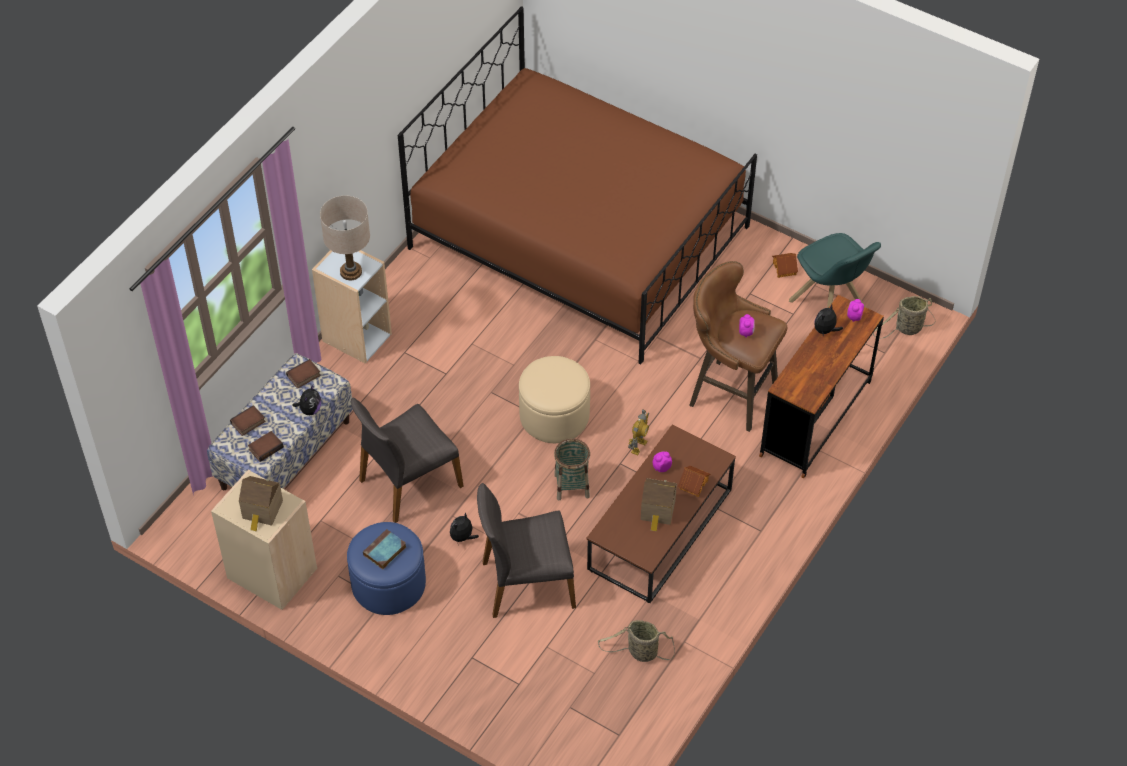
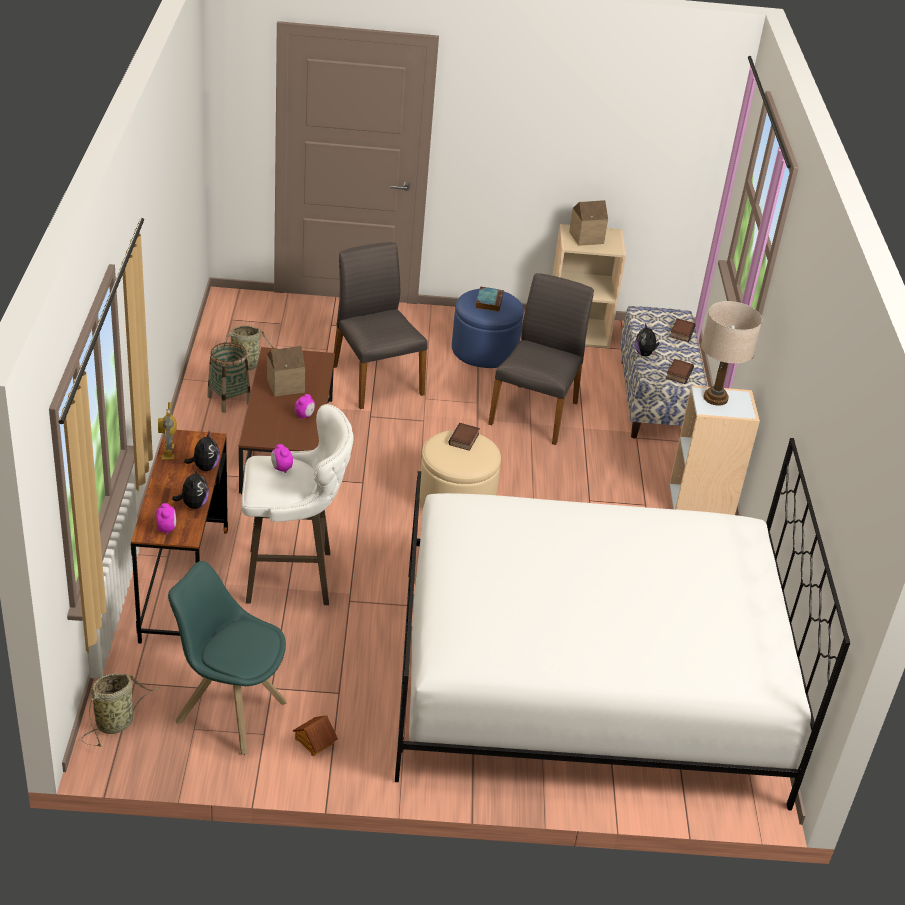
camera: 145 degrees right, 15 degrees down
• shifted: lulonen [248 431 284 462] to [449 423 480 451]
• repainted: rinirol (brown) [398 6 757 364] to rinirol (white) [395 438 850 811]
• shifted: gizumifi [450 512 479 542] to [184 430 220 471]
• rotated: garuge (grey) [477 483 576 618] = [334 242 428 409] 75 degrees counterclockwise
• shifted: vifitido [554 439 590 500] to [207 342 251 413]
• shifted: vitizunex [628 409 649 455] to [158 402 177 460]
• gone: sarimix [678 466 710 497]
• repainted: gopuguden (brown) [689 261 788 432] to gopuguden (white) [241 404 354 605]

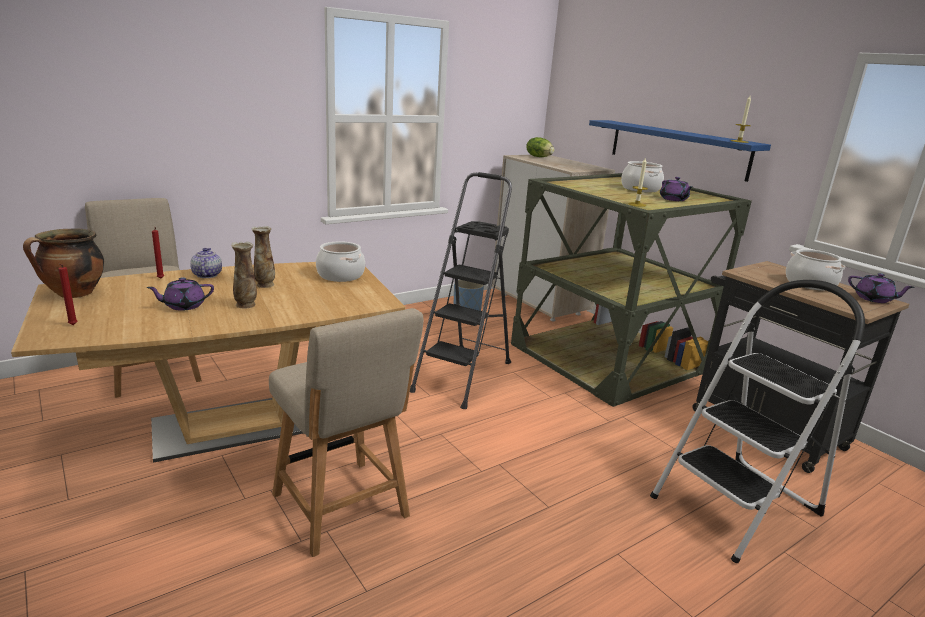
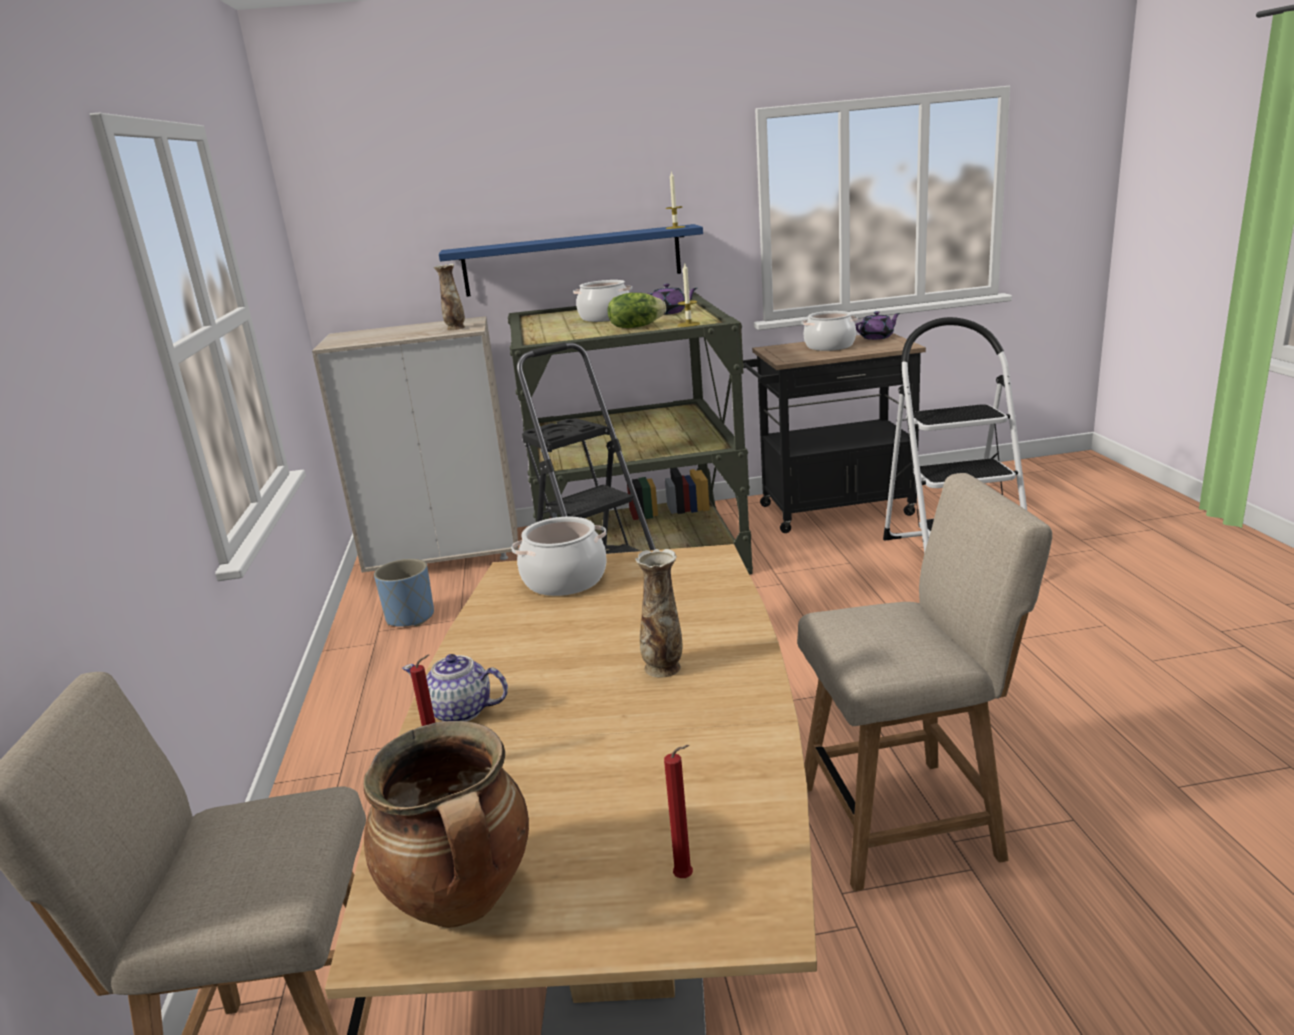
camera: 60 degrees left, 0 degrees up
• gone: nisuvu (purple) [146 277 214 311]
• shifted: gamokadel [251 226 275 288] to [434 264 465 330]
• shifted: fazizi [526 137 554 157] to [608 293 666 328]

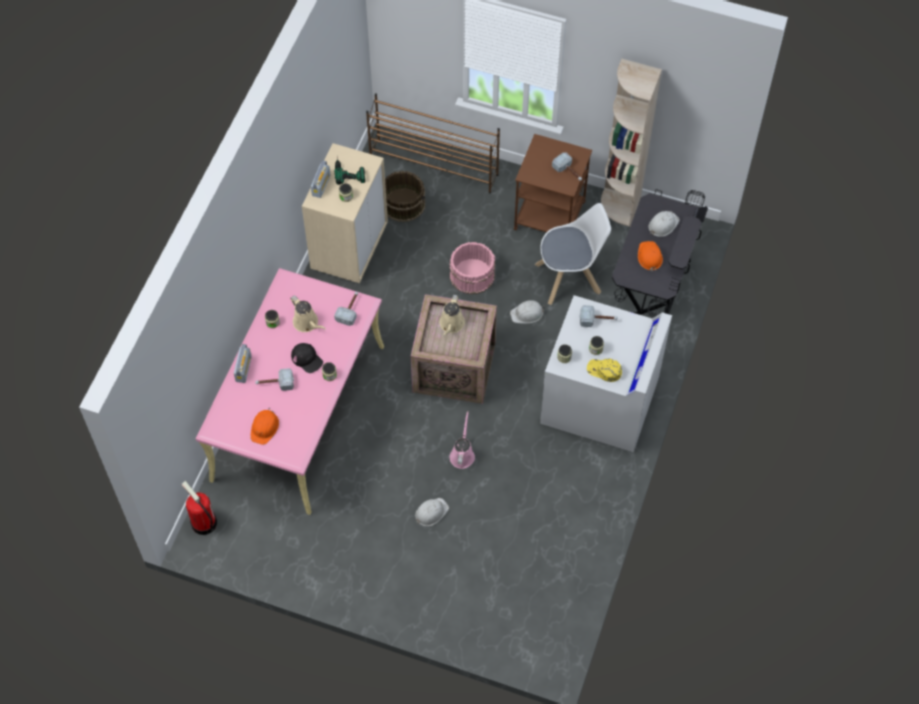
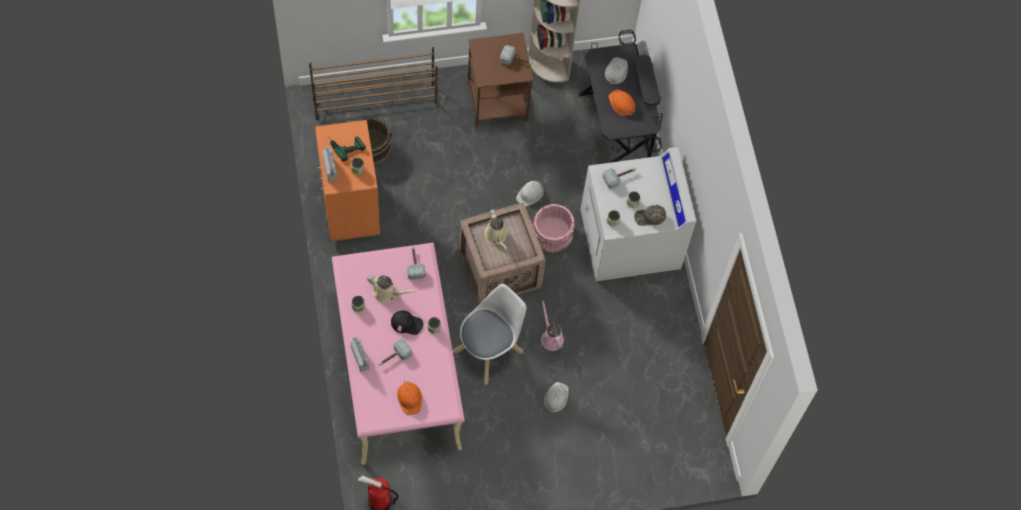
camera: 35 degrees left, 5 degrees up
• repainted: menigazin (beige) [302 143 388 283] to menigazin (orange) [315 120 380 241]
• shifted: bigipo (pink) [449 242 495 294] to [532 204 575 253]
• shifted: garuge [535 203 611 305] to [453 284 526 385]
• repainted: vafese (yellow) [587 359 622 382] to vafese (green) [634 205 666 226]

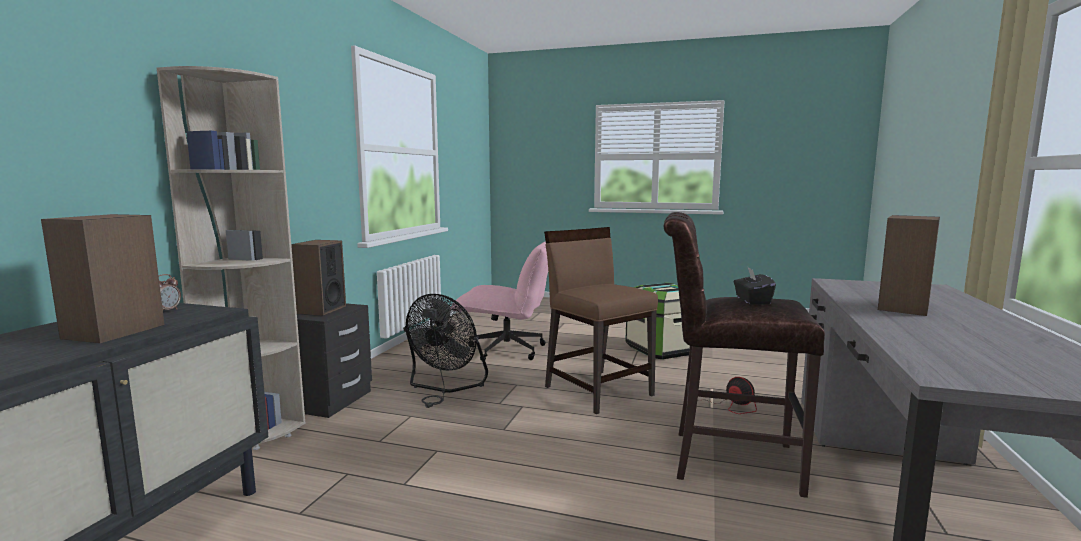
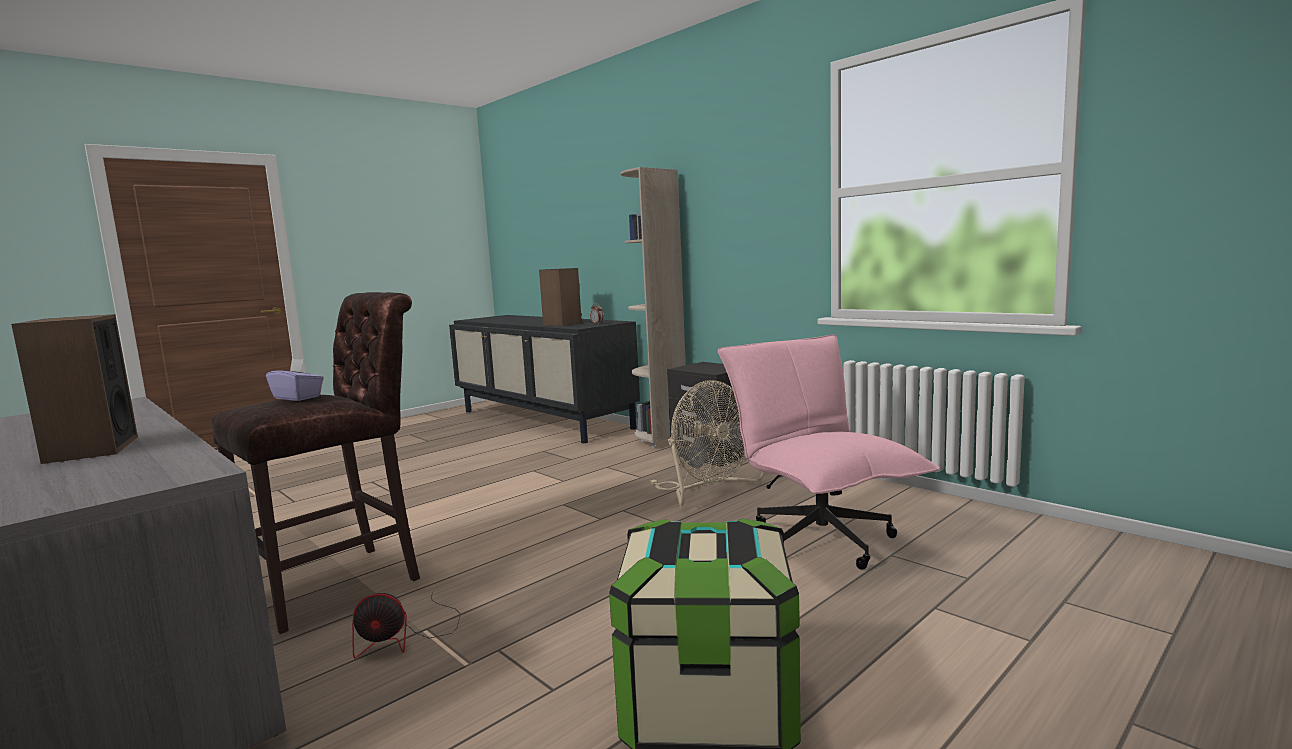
camera: 120 degrees right, 0 degrees up
• gone: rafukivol [291 240 346 316]
• repainted: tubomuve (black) [403 294 488 408] to tubomuve (beige) [651 380 765 509]
• rotated: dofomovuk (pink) [450 242 548 361] = [718 335 940 570] 120 degrees clockwise
• gone: garuge (brown) [544 227 658 414]
• repainted: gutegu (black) [734 268 776 305] to gutegu (purple) [266 359 324 401]

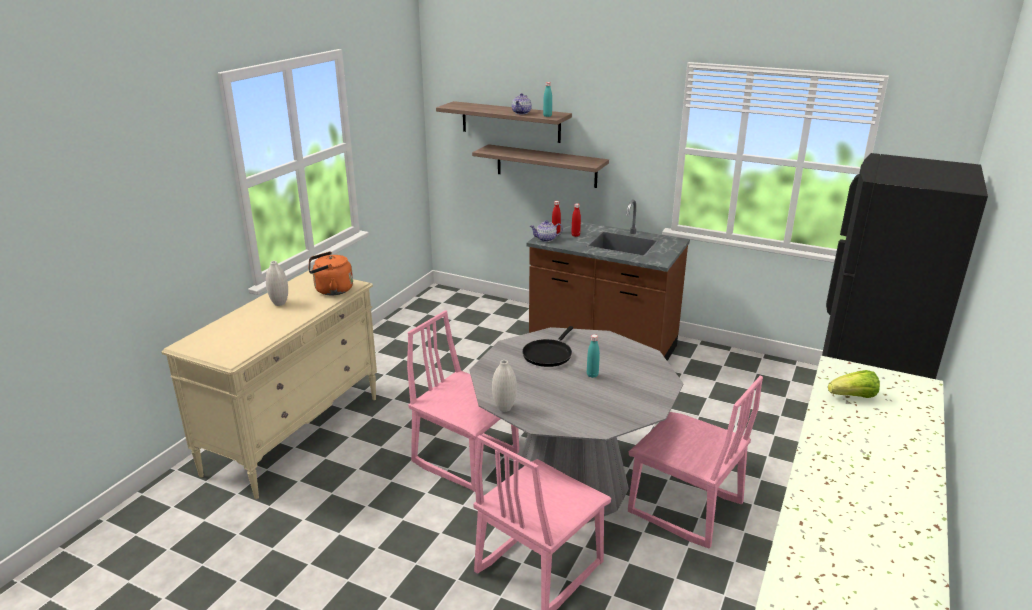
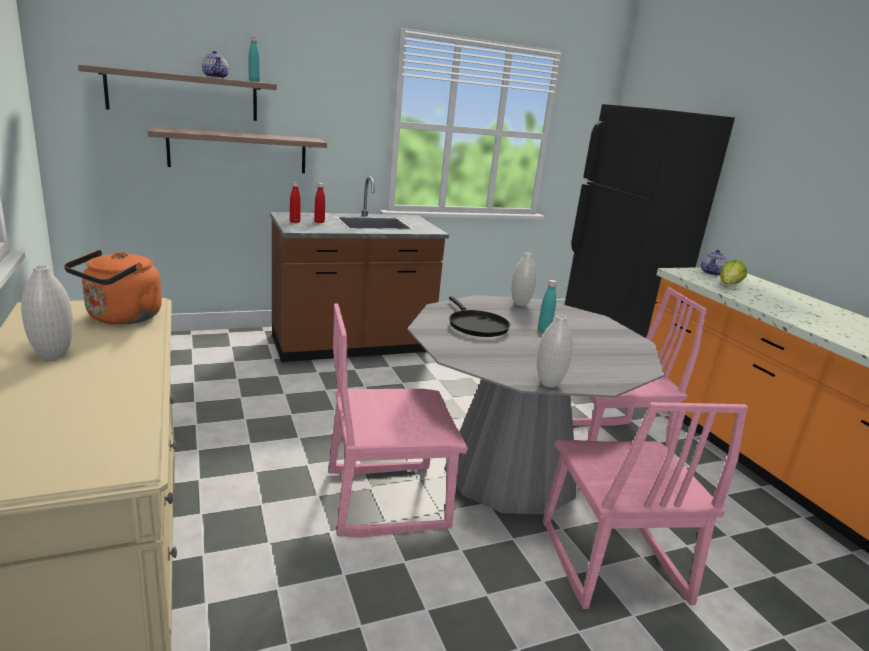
camera: 50 degrees left, 5 degrees down
• shifted: nisuvu [530 220 563 242] to [701 250 728 276]
• new: gamokadel (white) [512 252 537 306]

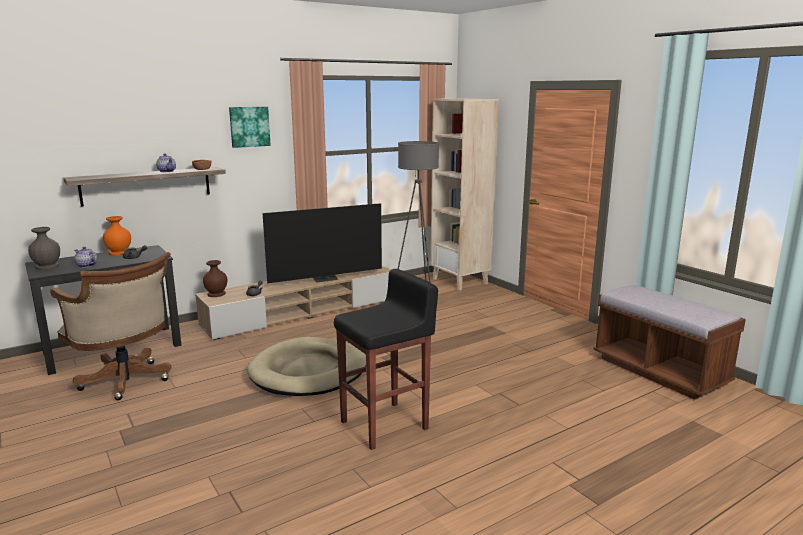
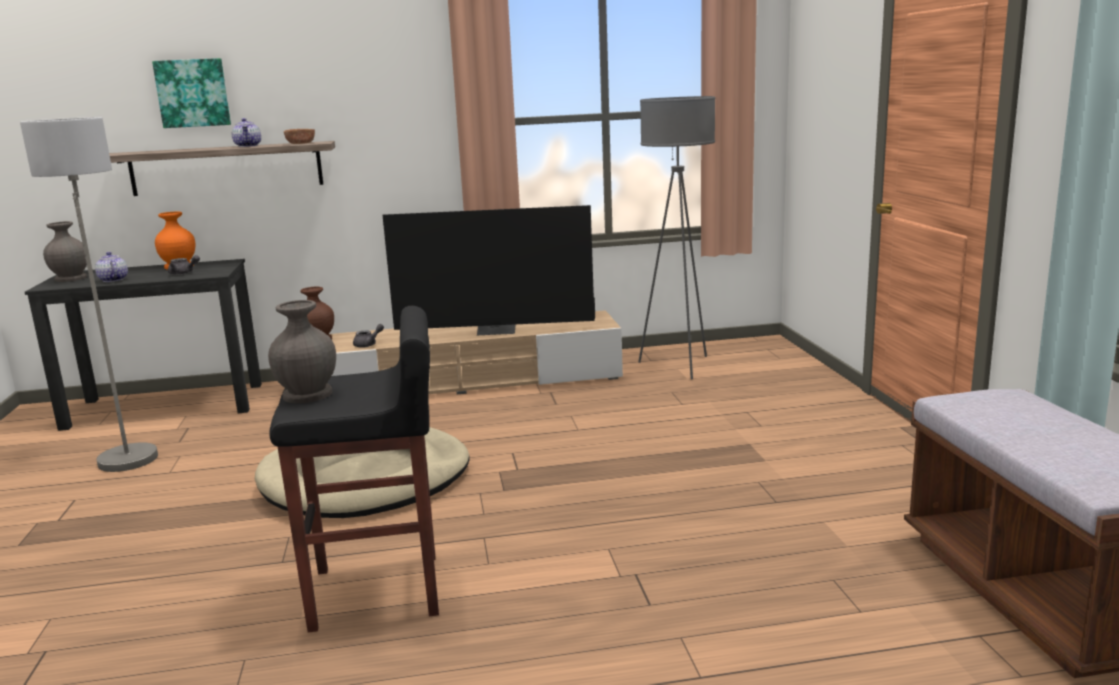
camera: 25 degrees right, 0 degrees up
• swapped: dofomovuk [50 252 171 400] to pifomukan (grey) [20 117 158 472]
• shifted: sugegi [229 107 271 148] to [152 58 231 128]
• gone: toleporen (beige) [431 98 499 290]
• new: gamokadel (grey) [268 300 336 403]

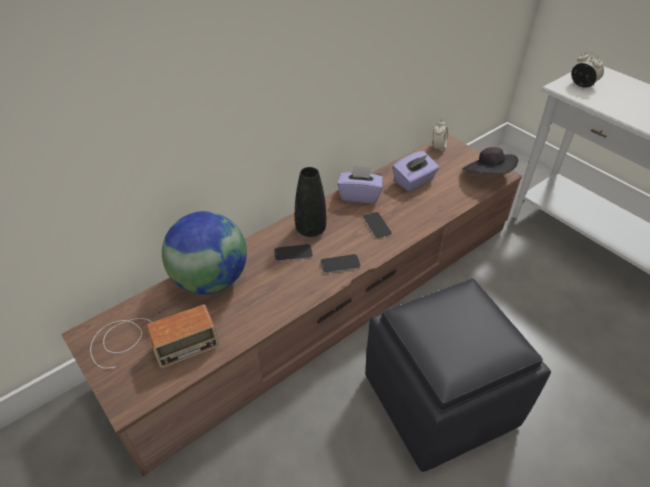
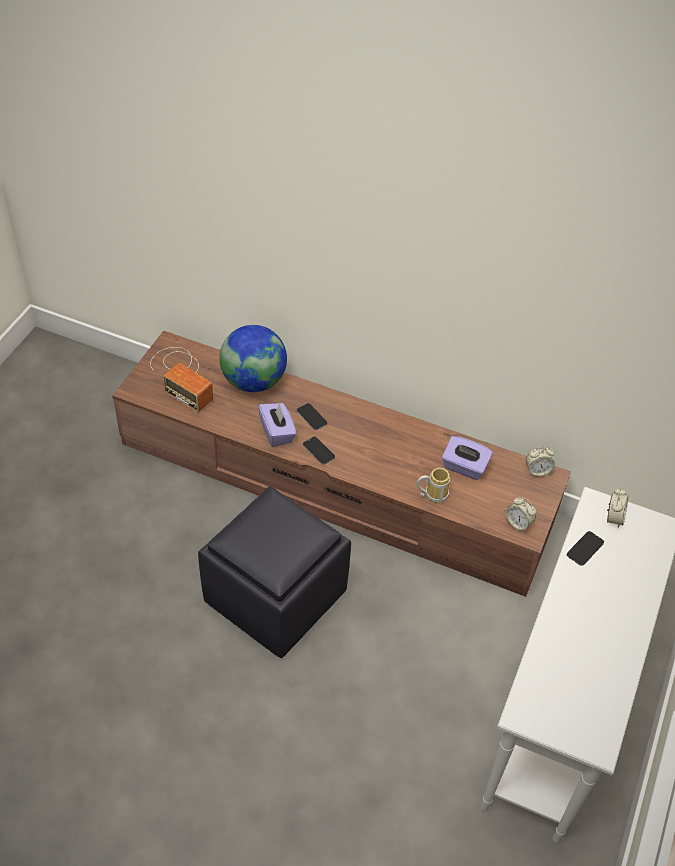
camera: 60 degrees right, 5 degrees up
• gone: gamokadel (black) [295 167 326 237]
• shifted: gutegu (purple) [338 165 383 203] to [258 403 296 447]
• shifted: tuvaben [363 212 392 238] to [567 531 604 566]
• swapped: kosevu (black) [462 147 518 174] to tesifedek [506 497 536 532]
• new: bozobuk [417 468 450 503]

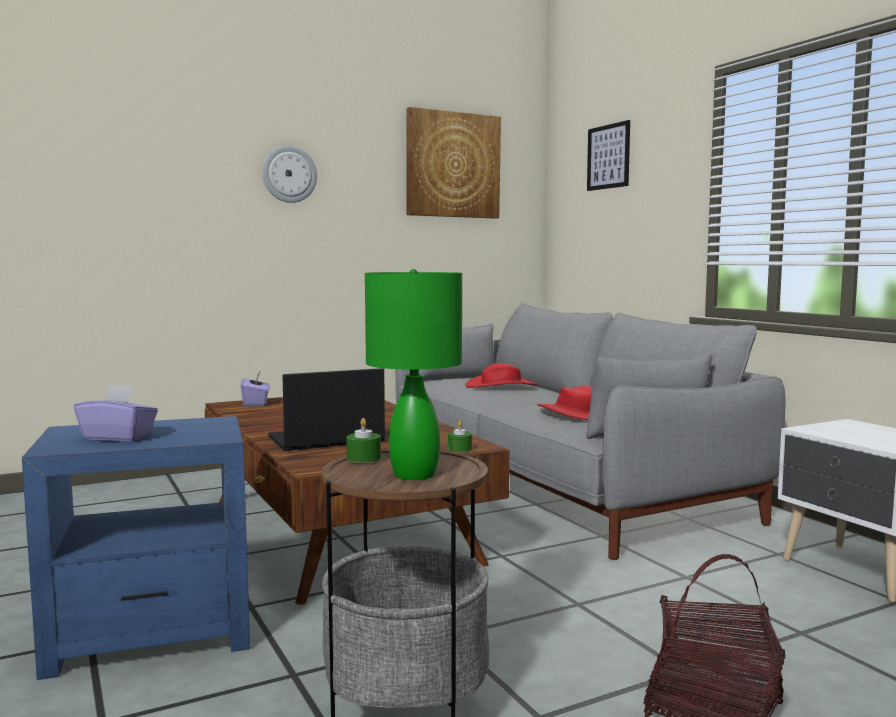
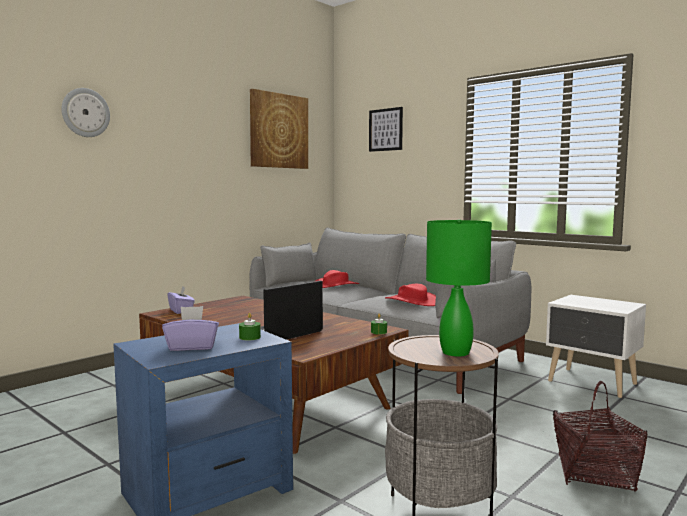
camera: 20 degrees left, 0 degrees up
• shifted: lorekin [262 145 317 203] to [61 88 110 137]
• shifted: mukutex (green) [346 418 381 463] to [239 313 261 340]

